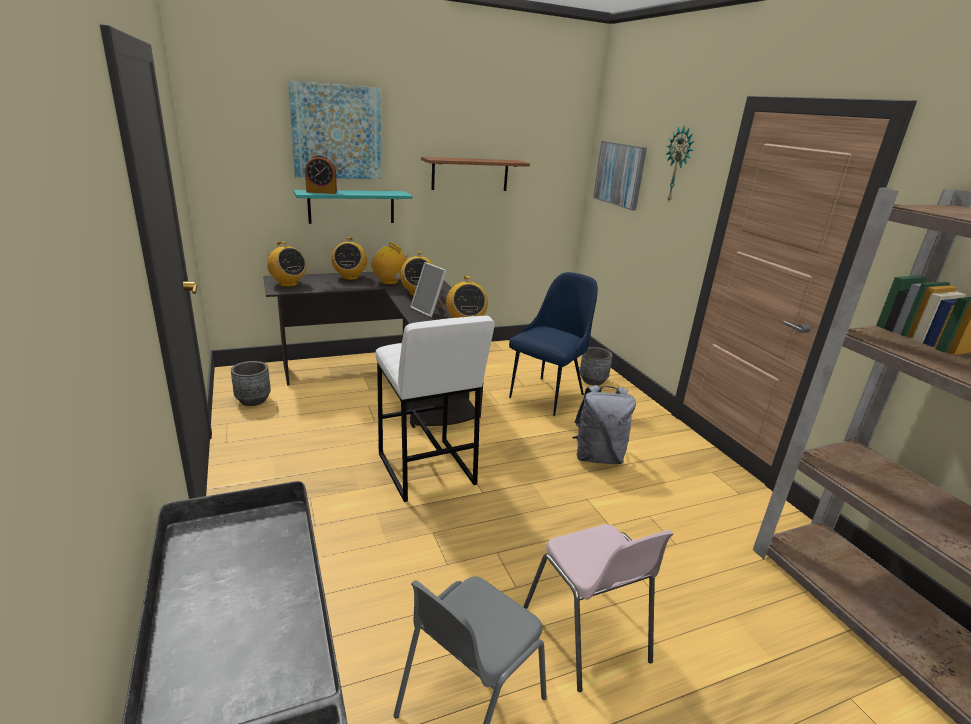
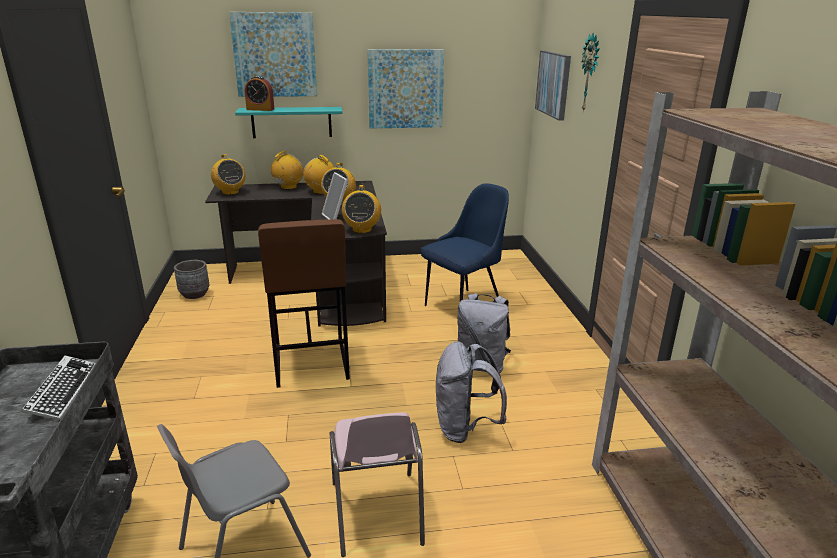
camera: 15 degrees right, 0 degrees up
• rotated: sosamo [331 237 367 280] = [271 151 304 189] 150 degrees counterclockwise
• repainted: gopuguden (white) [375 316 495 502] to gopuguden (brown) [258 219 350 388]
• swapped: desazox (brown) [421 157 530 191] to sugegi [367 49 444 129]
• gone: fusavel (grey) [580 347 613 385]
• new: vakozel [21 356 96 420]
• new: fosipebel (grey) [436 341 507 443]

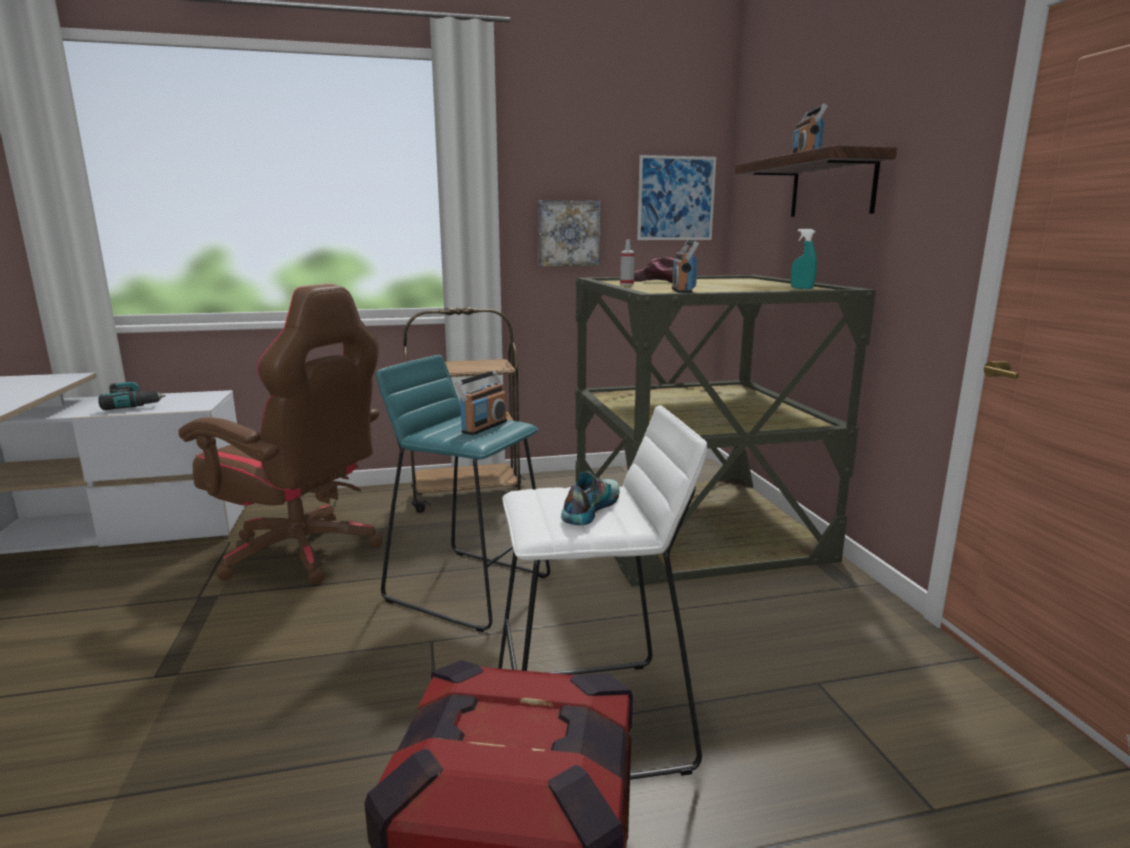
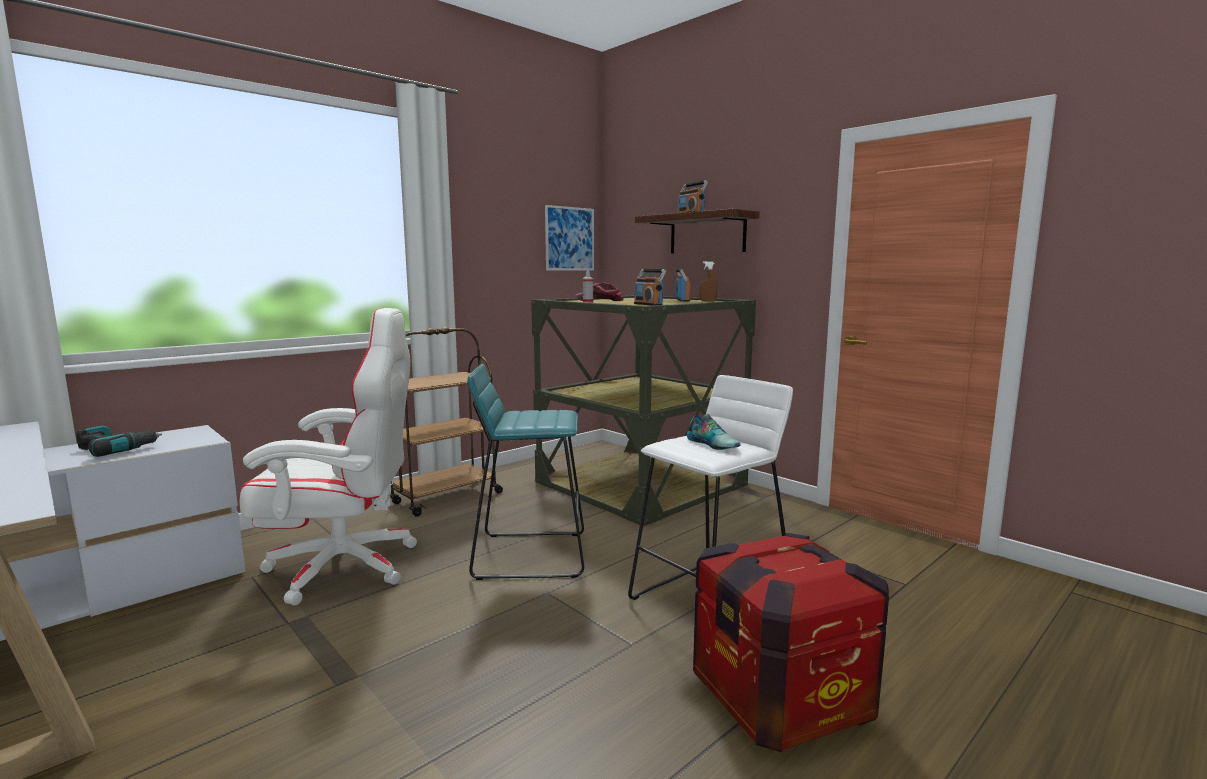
camera: 30 degrees left, 5 degrees down
• repainted: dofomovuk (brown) [178 284 382 584] to dofomovuk (white) [239 307 417 606]
• shifted: sosamo [455 371 507 435] to [675 269 691 302]
• gone: sugegi [538 200 601 266]
• rotated: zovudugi [561 471 620 525] = [687 414 741 450] 150 degrees clockwise
• repainted: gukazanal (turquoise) [791 229 817 289] to gukazanal (brown) [700 261 717 302]

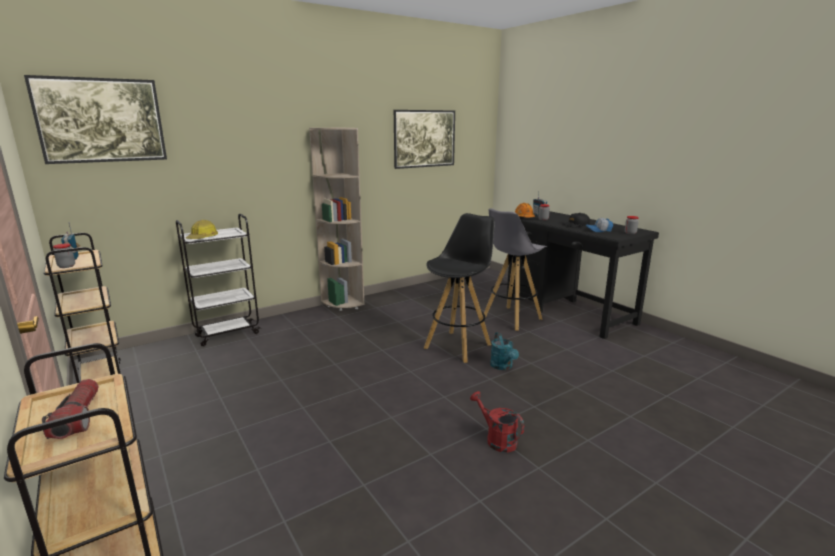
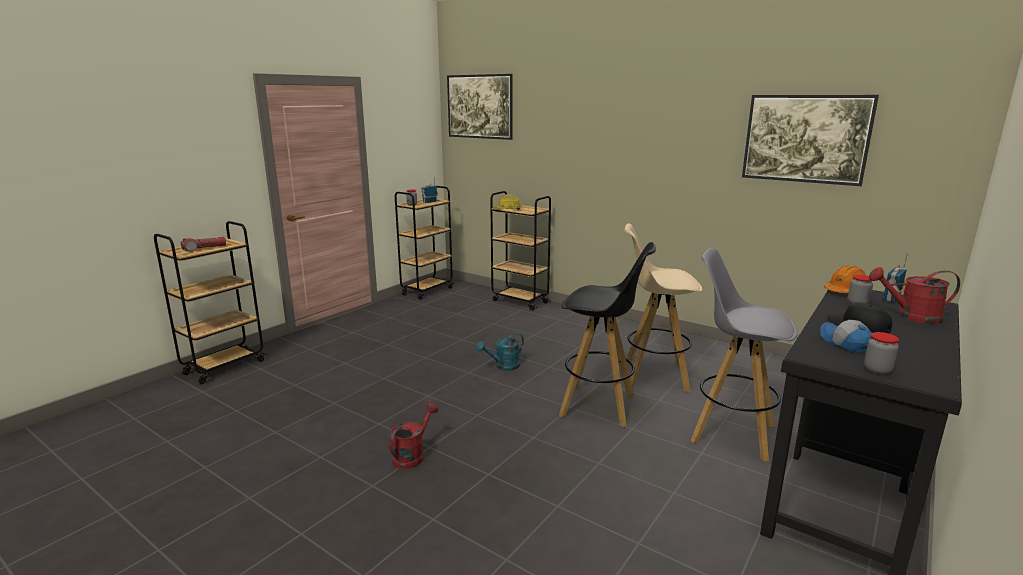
camera: 70 degrees right, 0 degrees up
• repainted: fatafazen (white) [176 214 260 347] to fatafazen (brown) [490 191 551 311]
• gone: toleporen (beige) [309 128 365 311]
• shifted: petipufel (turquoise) [490 332 519 370] to [476 333 524 371]
• new: gopuguden (beige) [624 223 702 393]
• new: petipufel (red) [869 267 960 324]

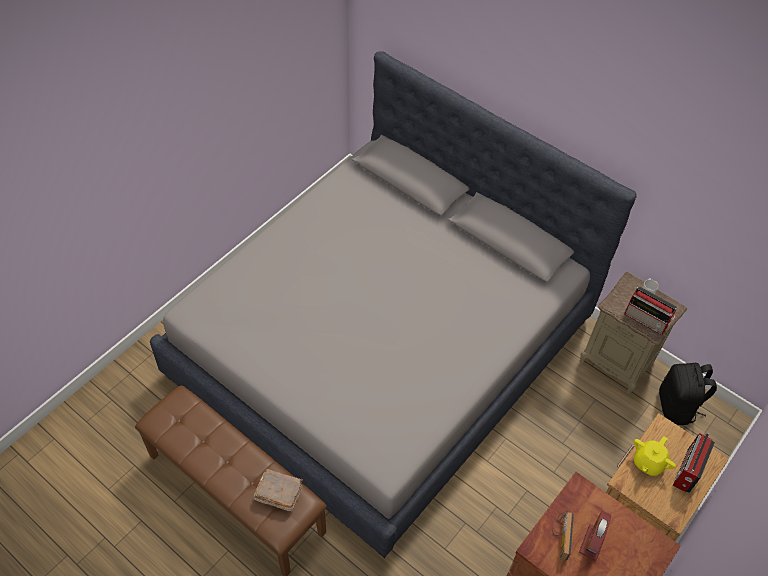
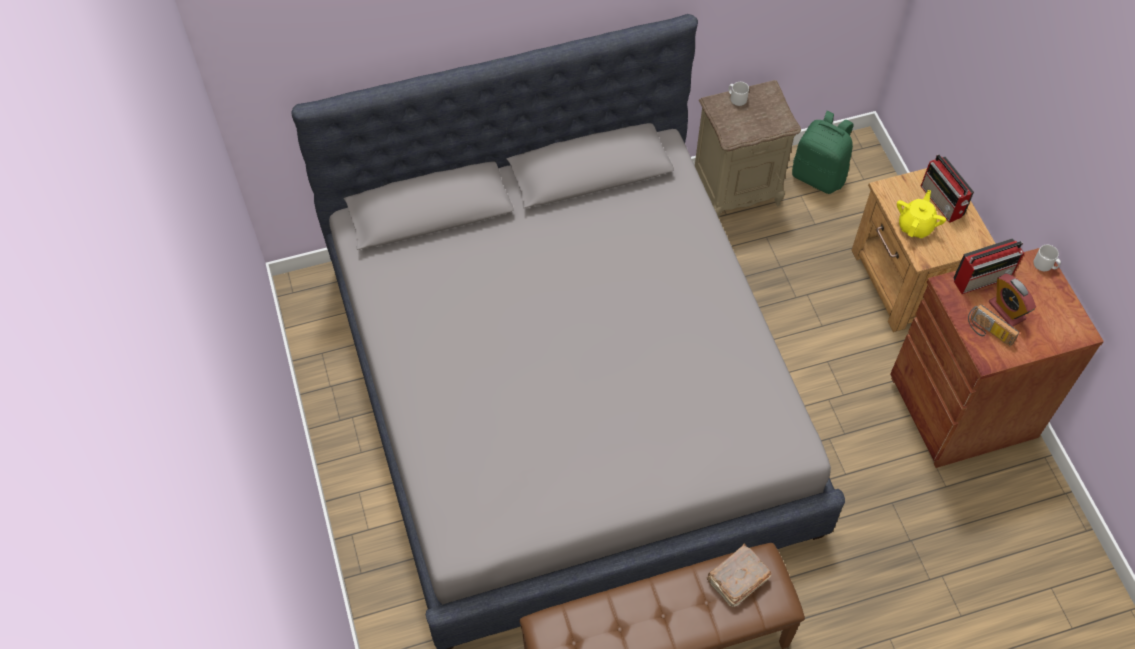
camera: 55 degrees left, 5 degrees up
• shifted: sosamo [624 287 677 335] to [953 238 1024 294]
• rotated: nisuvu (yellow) [634 436 676 476] = [897 190 946 238] 135 degrees counterclockwise
• repainted: fosipebel (black) [659 363 717 425] to fosipebel (green) [792 111 853 194]
• new: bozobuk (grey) [1033 245 1061 271]

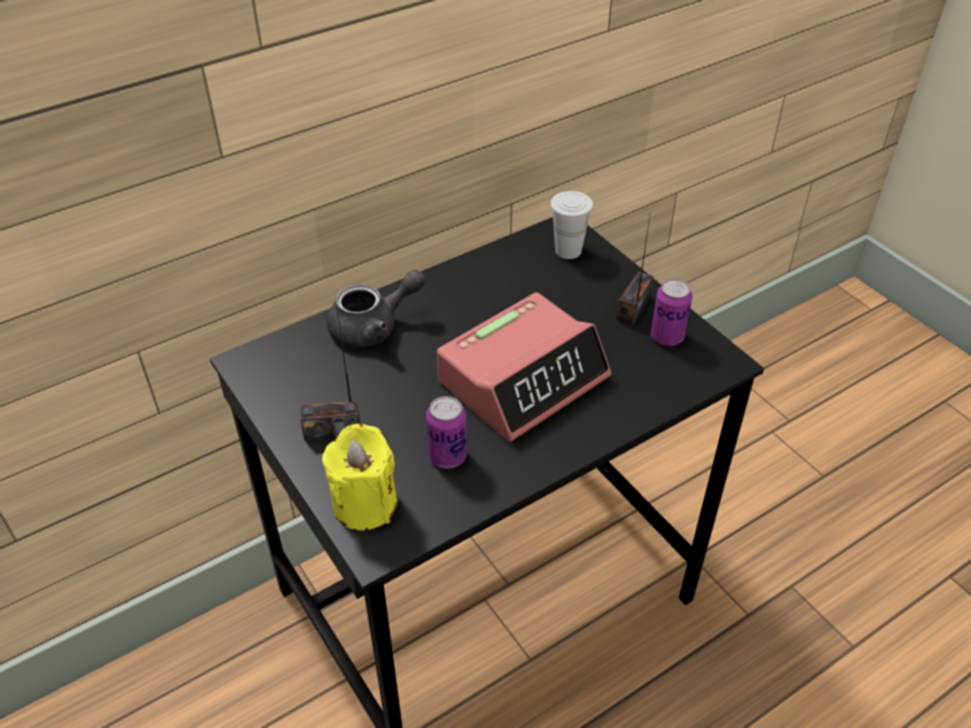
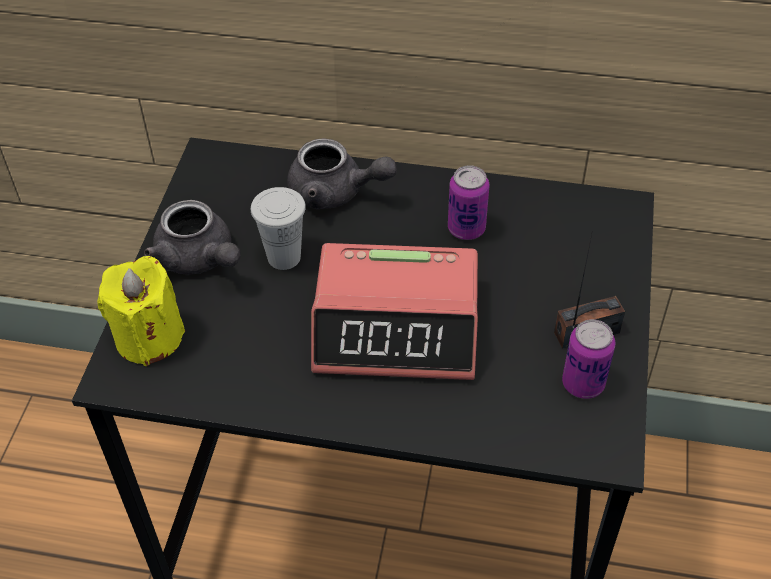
camera: 45 degrees right, 5 degrees up
• swapped: sosamo [300 311 360 441] to nisuvu (grey) [144 200 241 275]
• shifted: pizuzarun [426 396 467 469] to [448 165 489 240]
• shifted: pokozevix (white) [550 191 593 259] to [251 187 306 270]

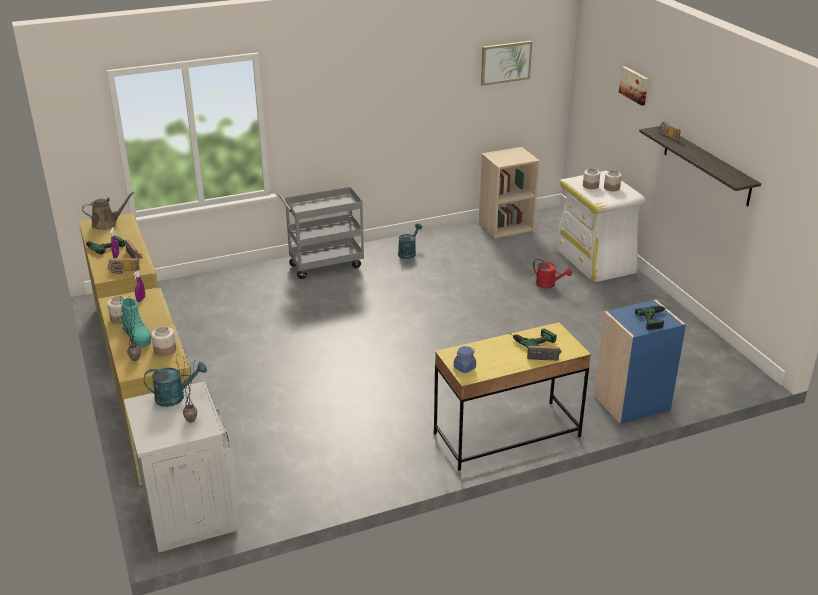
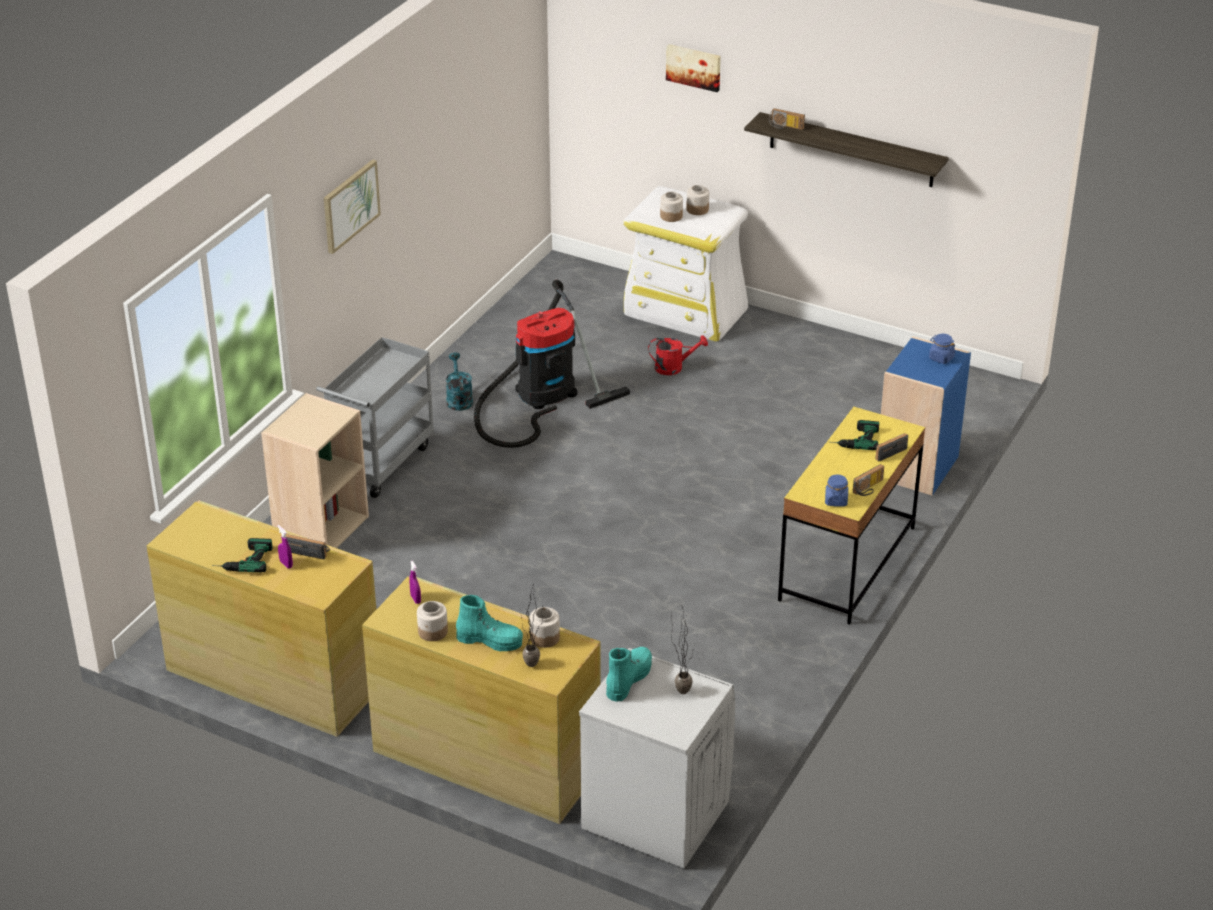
camera: 40 degrees left, 5 degrees up
• gone: petipufel (brown) [82 192 135 230]
• shifted: sosamo [108 258 140 274] to [853 464 884 496]
• swapped: petipufel (turquoise) [144 362 207 407] to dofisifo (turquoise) [606 647 652 702]
• shifted: toleporen (beige) [479 147 540 239] to [261 393 369 548]
• shifted: sugegi [481 41 532 86] to [324 159 381 254]
• swapped: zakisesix [635 306 671 330] to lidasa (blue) [929 334 955 364]
• new: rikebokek [474 280 630 448]

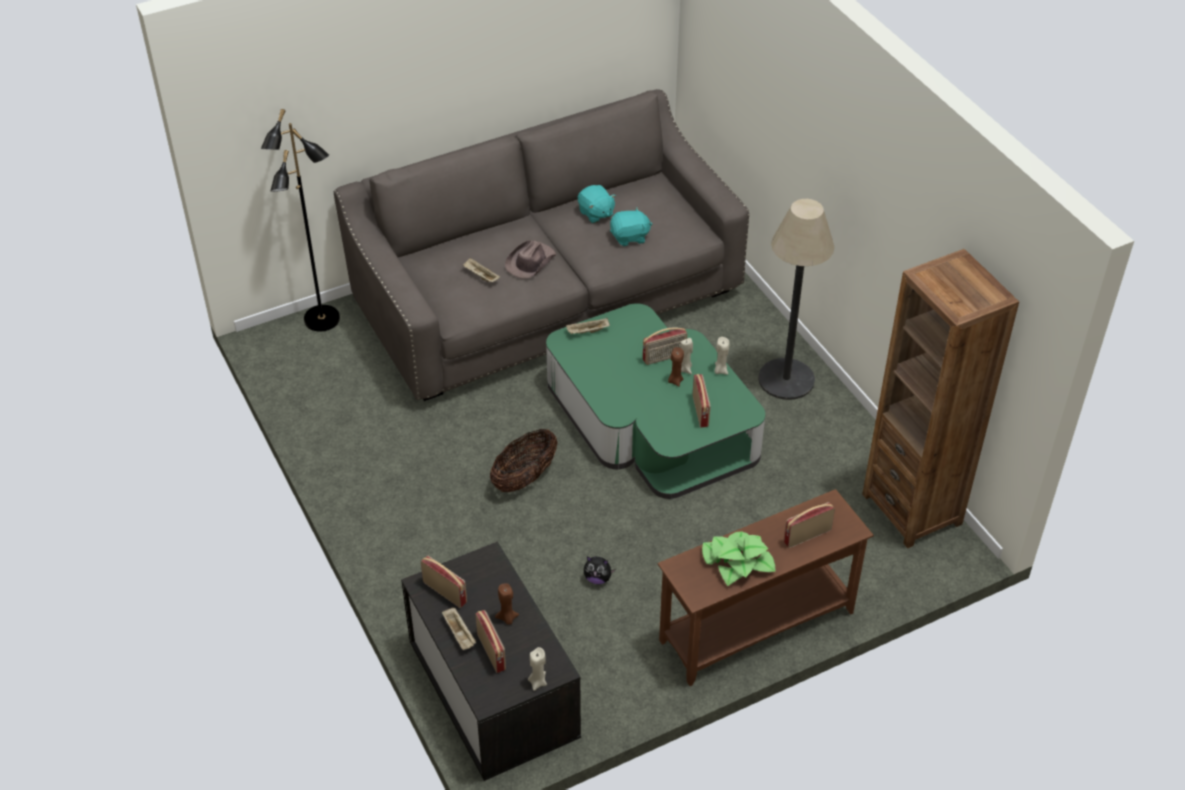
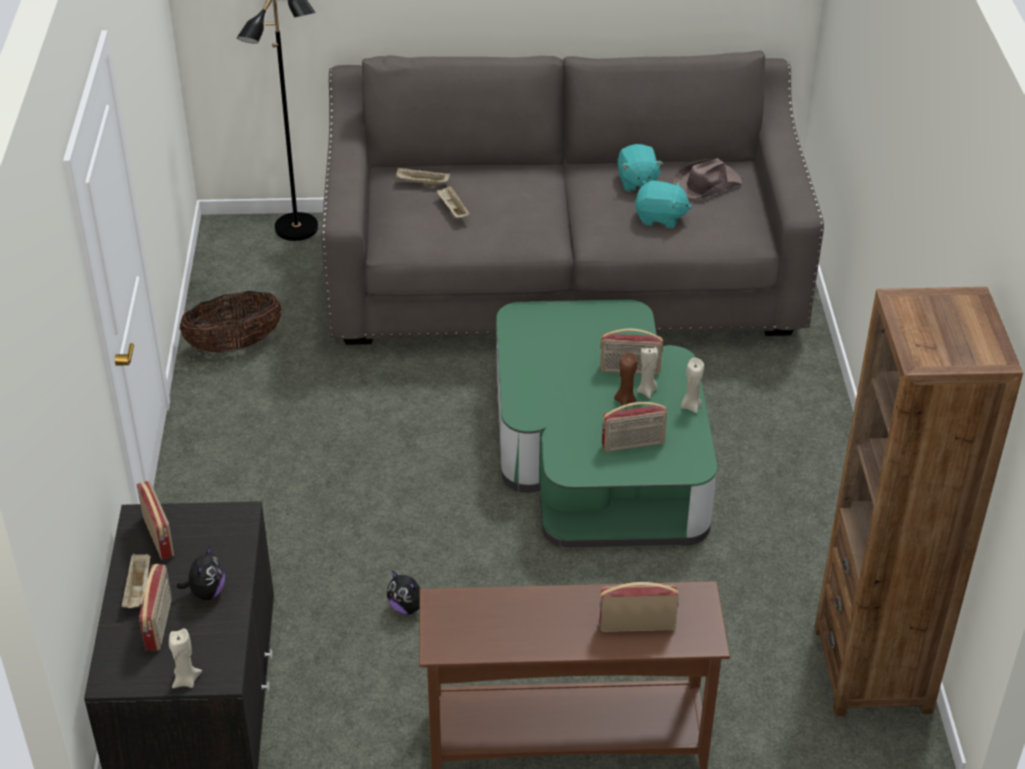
camera: 25 degrees right, 5 degrees down
• shifted: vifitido [490 429 558 492] to [179 291 282 353]
• swapped: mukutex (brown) [495 583 519 625] to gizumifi [177 545 225 600]
• shifted: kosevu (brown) [505 241 556 279] to [672 158 742 199]
• shifted: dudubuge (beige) [566 318 610 334] to [396 167 450 186]
• rotated: sosamo [693 374 711 428] = [602 402 667 452] 60 degrees clockwise
• gone: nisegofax [702 531 775 586]
• gone: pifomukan [758 199 835 400]

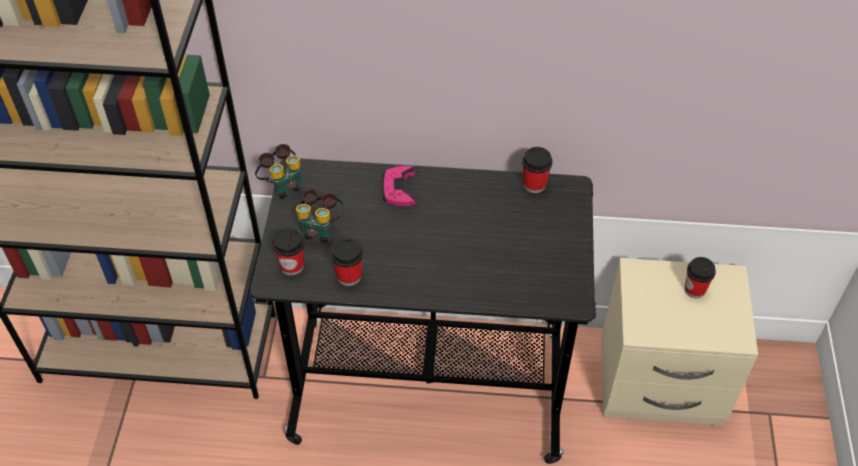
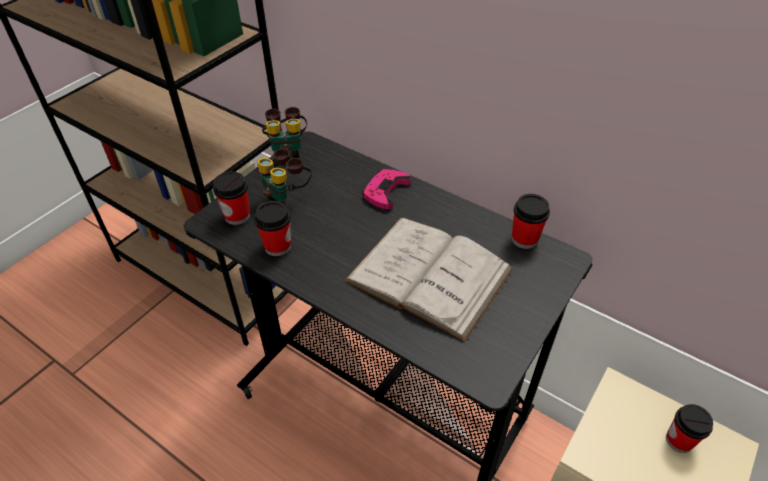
camera: 30 degrees right, 5 degrees down
• new: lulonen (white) [344 218 513 342]

